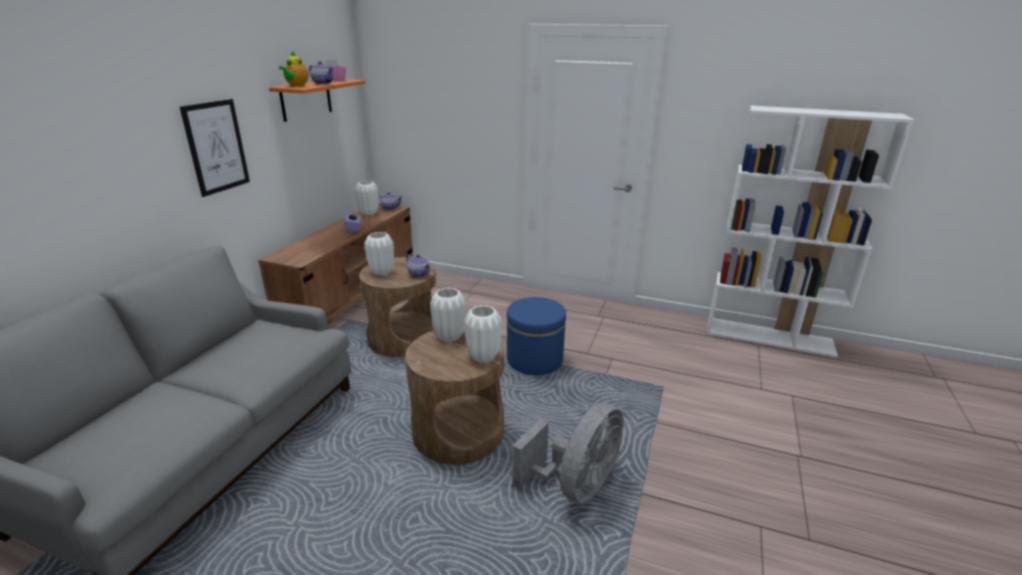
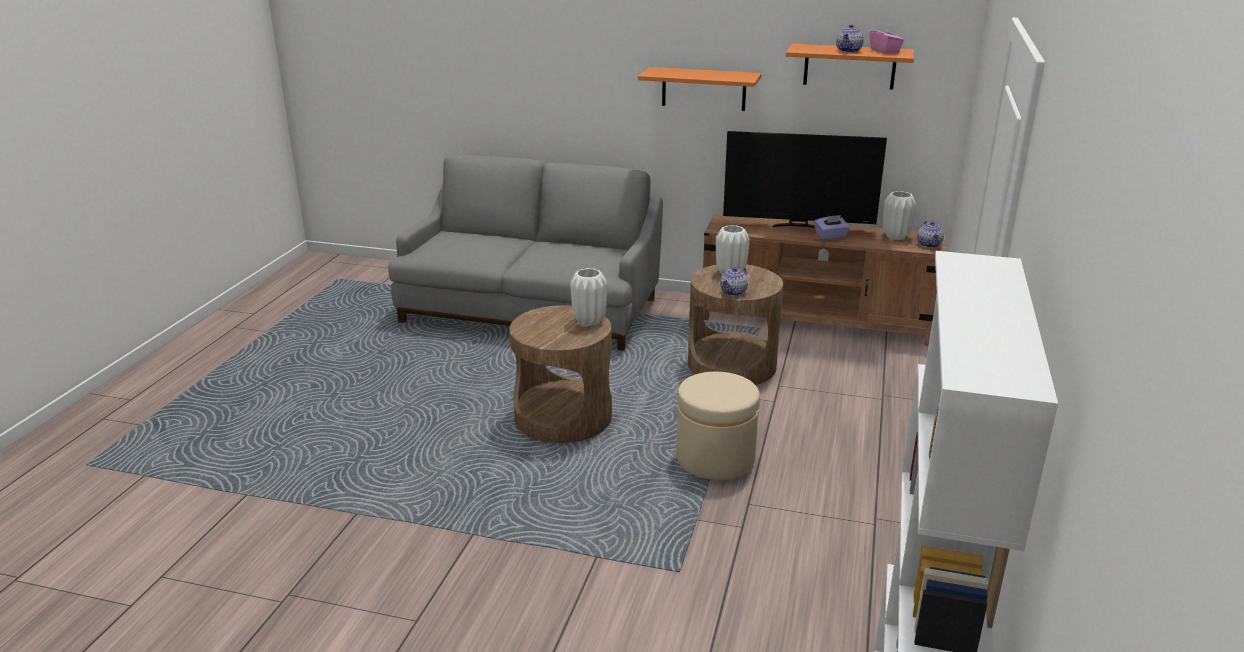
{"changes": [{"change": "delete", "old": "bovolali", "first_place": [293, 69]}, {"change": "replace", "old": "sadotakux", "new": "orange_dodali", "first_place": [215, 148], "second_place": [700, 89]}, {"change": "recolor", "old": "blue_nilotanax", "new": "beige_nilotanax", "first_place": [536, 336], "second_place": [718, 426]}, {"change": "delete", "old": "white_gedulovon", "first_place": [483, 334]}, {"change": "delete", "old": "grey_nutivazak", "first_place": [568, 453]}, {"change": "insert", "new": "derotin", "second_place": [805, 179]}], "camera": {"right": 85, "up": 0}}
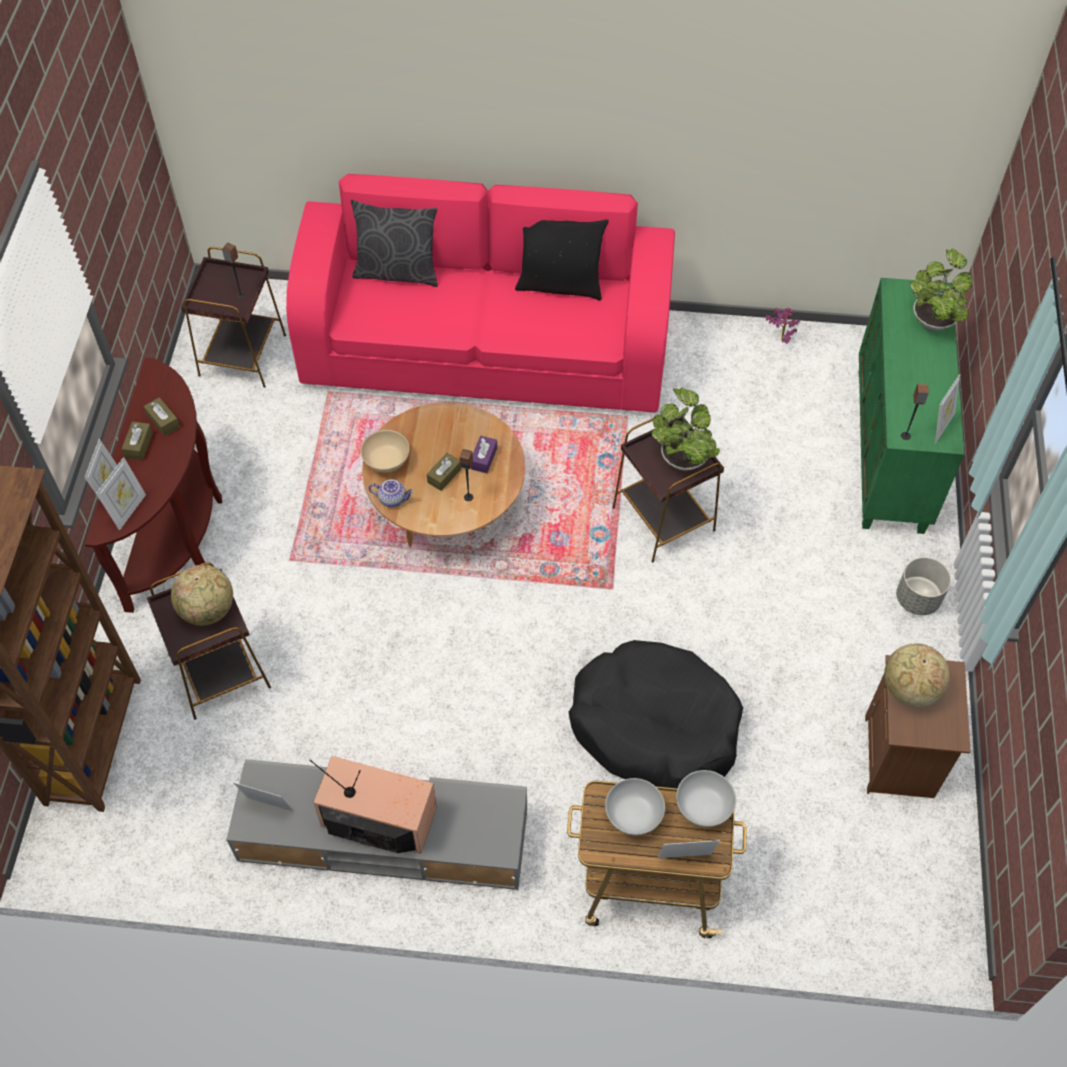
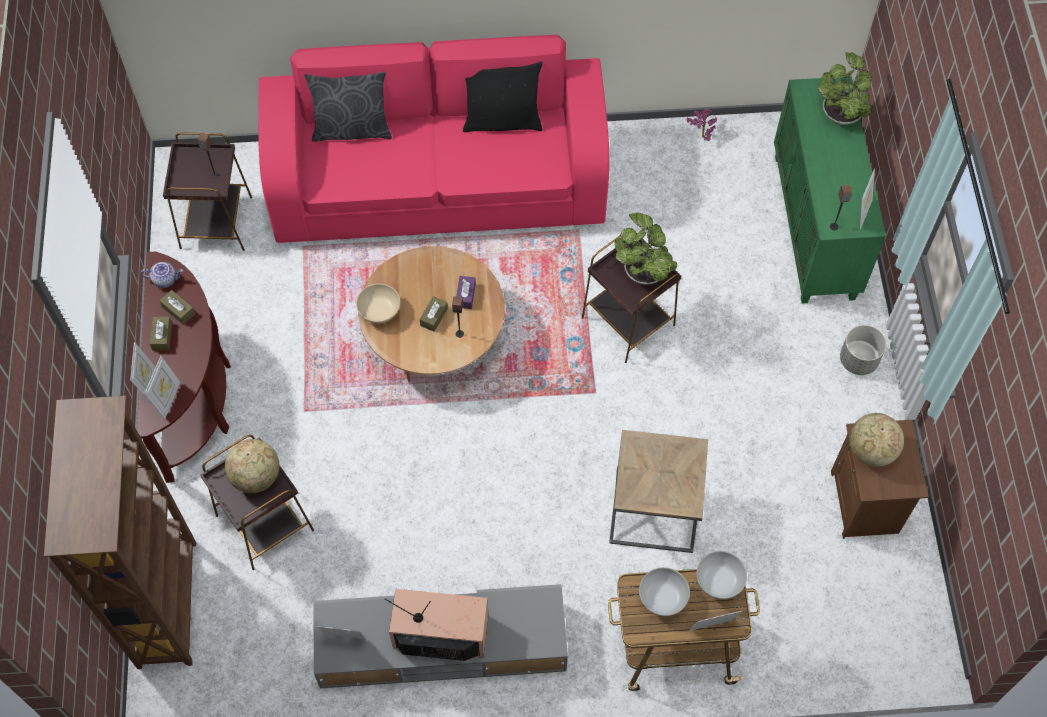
{"changes": [{"change": "move", "old": "bovolali", "first_place": [391, 493], "second_place": [162, 275]}, {"change": "replace", "old": "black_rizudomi", "new": "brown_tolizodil", "first_place": [656, 714], "second_place": [658, 491]}], "camera": {"right": -10, "up": 5}}
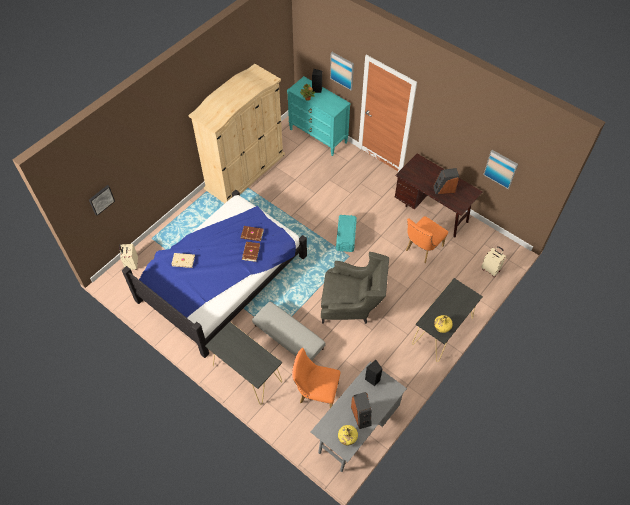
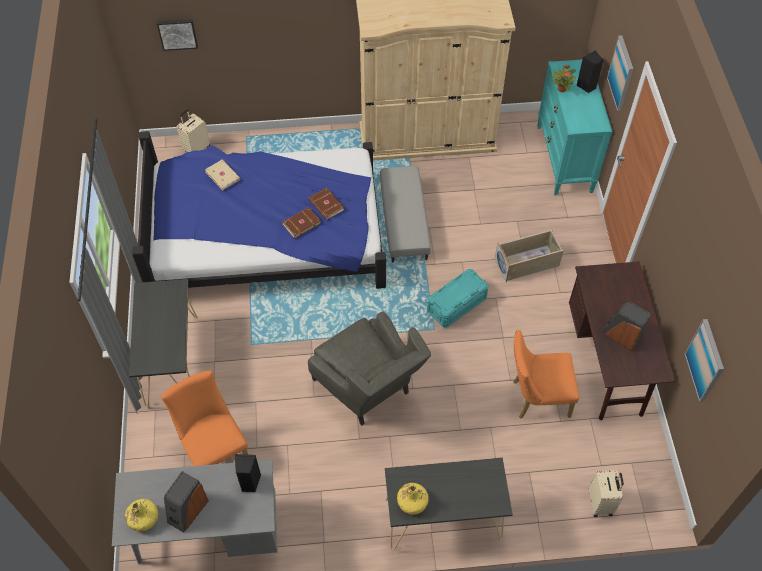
{"changes": [{"change": "move", "old": "grey_nilotanax", "first_place": [289, 331], "second_place": [405, 214]}, {"change": "insert", "new": "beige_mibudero", "second_place": [529, 256]}], "camera": {"right": 45, "up": 0}}
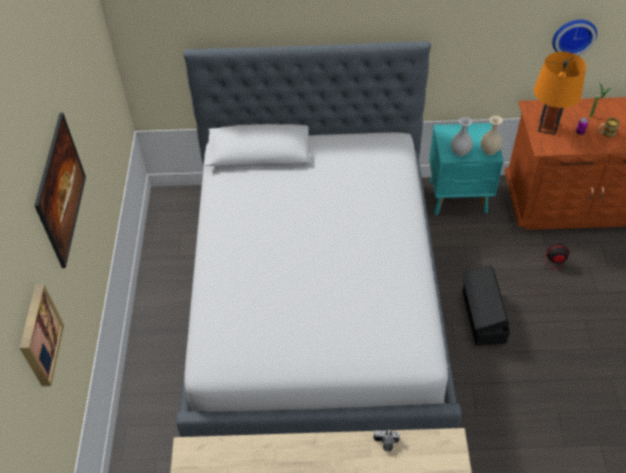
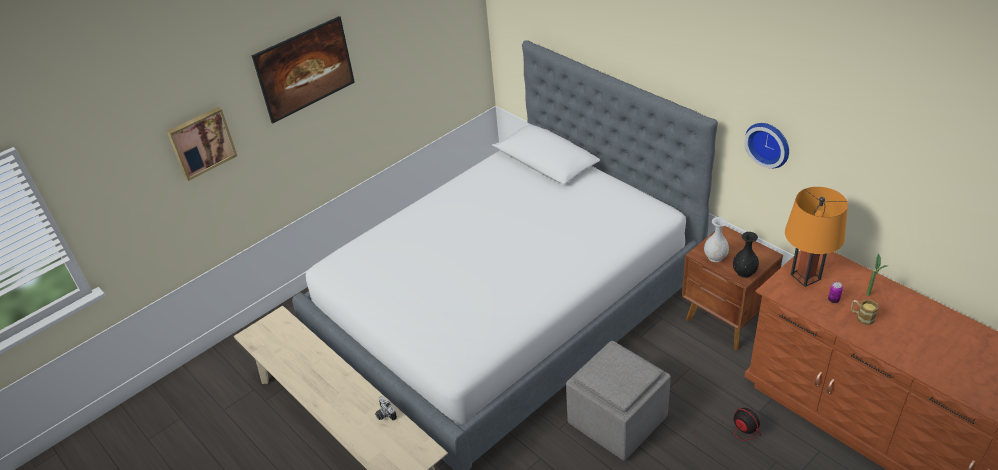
{"changes": [{"change": "move", "old": "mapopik", "first_place": [574, 38], "second_place": [766, 145]}, {"change": "recolor", "old": "beige_gedulovon", "new": "black_gedulovon", "first_place": [492, 135], "second_place": [746, 255]}, {"change": "recolor", "old": "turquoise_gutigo", "new": "brown_gutigo", "first_place": [466, 169], "second_place": [732, 288]}, {"change": "replace", "old": "black_mibudero", "new": "grey_nilotanax", "first_place": [486, 305], "second_place": [618, 400]}], "camera": {"right": 50, "up": -10}}
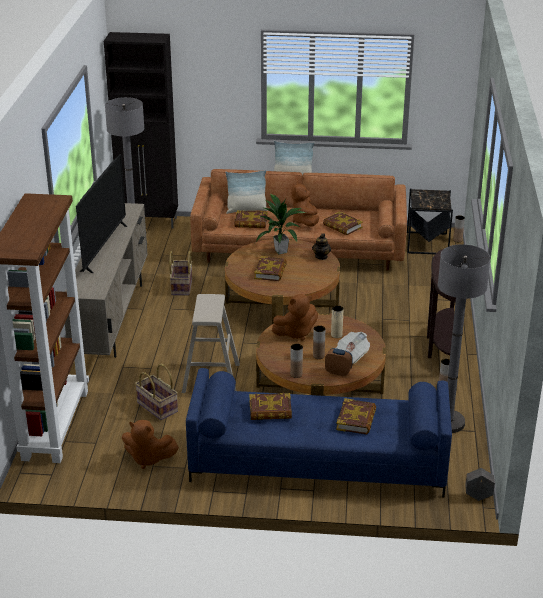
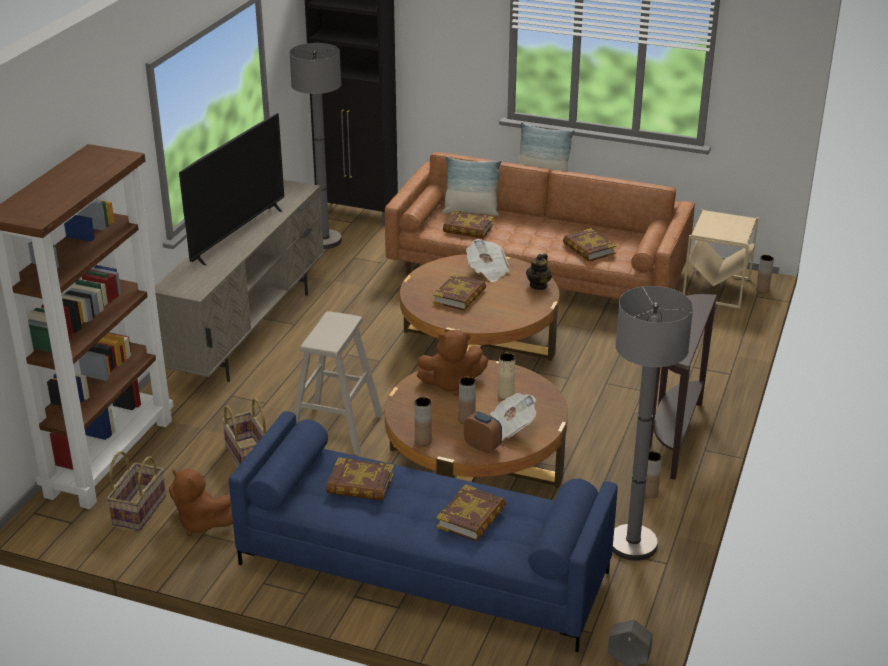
{"changes": [{"change": "delete", "old": "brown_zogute", "first_place": [305, 204]}, {"change": "recolor", "old": "black_tolizodil", "new": "beige_tolizodil", "first_place": [430, 221], "second_place": [721, 258]}, {"change": "replace", "old": "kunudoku", "new": "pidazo", "first_place": [280, 223], "second_place": [488, 260]}, {"change": "move", "old": "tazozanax", "first_place": [180, 273], "second_place": [136, 490]}], "camera": {"right": 15, "up": 0}}
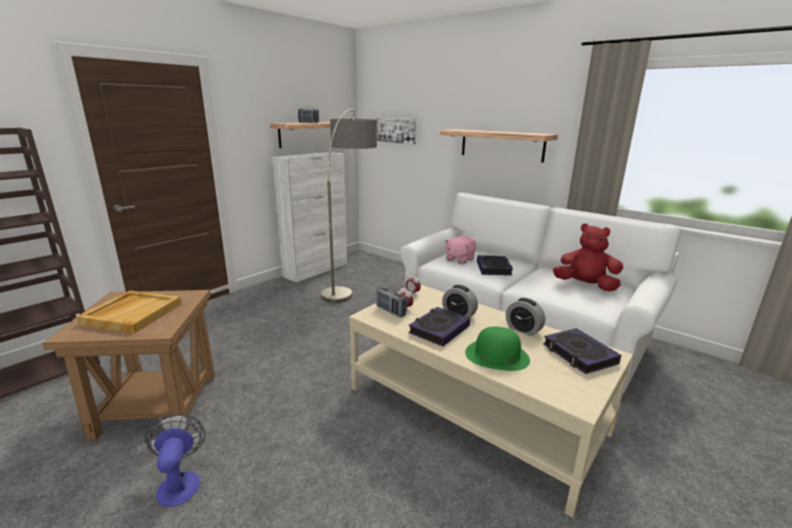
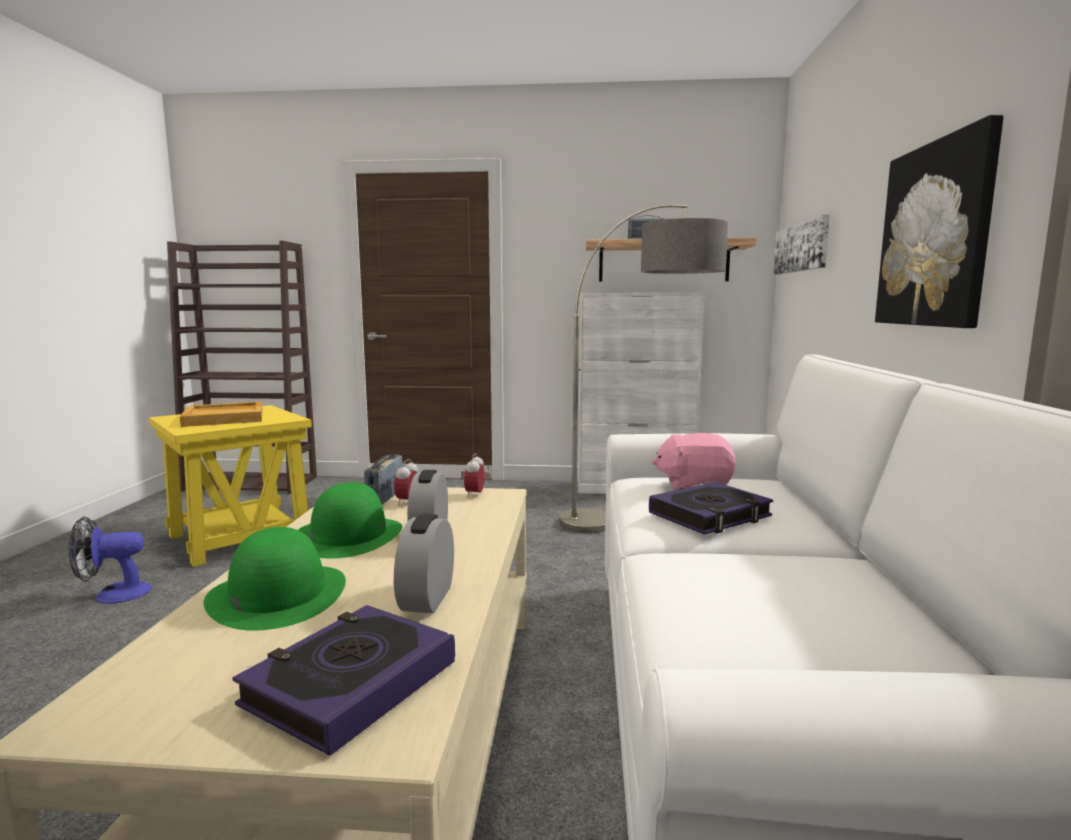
{"changes": [{"change": "replace", "old": "dodali", "new": "sadotakux", "first_place": [499, 146], "second_place": [939, 221]}, {"change": "delete", "old": "red_zogute", "first_place": [588, 257]}, {"change": "recolor", "old": "brown_tolizodil", "new": "yellow_tolizodil", "first_place": [129, 365], "second_place": [230, 486]}, {"change": "replace", "old": "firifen", "new": "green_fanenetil", "first_place": [439, 326], "second_place": [350, 520]}, {"change": "rotate", "old": "nutivazak", "first_place": [175, 460], "second_place": [110, 560], "degrees": -150}], "camera": {"right": 55, "up": -10}}
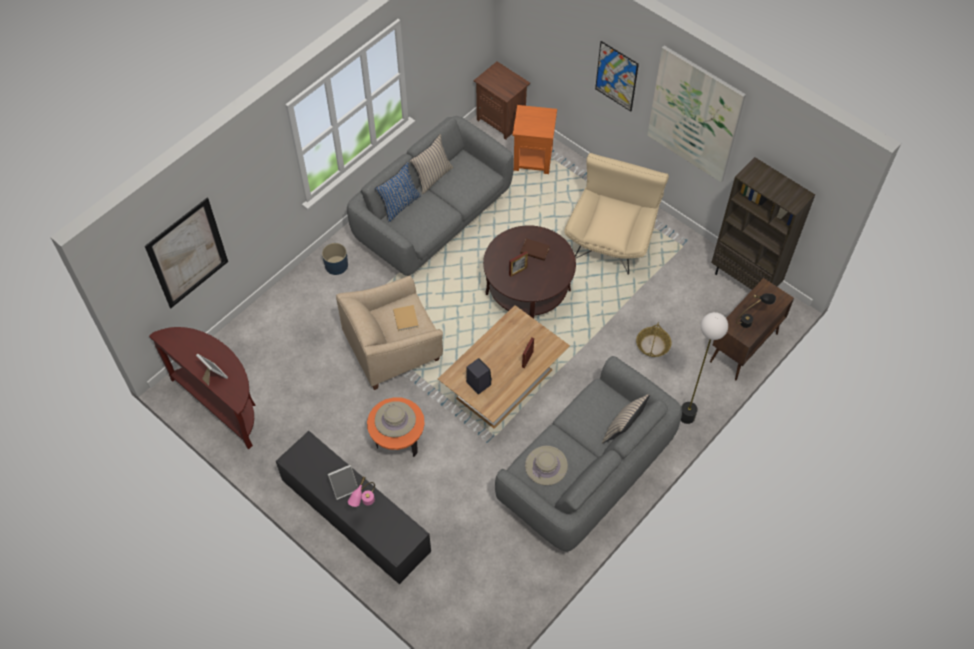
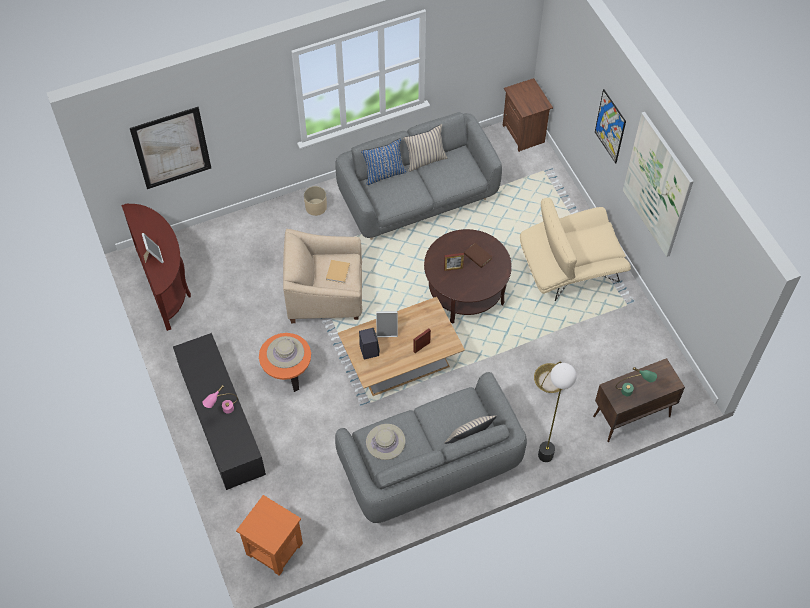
{"changes": [{"change": "move", "old": "orange_tolizodil", "first_place": [535, 139], "second_place": [269, 535]}, {"change": "rotate", "old": "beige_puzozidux", "first_place": [616, 214], "second_place": [575, 249], "degrees": -150}, {"change": "delete", "old": "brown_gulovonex", "first_place": [763, 223]}, {"change": "recolor", "old": "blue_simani", "new": "beige_simani", "first_place": [335, 259], "second_place": [315, 201]}, {"change": "recolor", "old": "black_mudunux", "new": "green_mudunux", "first_place": [756, 311], "second_place": [636, 381]}, {"change": "move", "old": "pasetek", "first_place": [343, 482], "second_place": [387, 324]}], "camera": {"right": 25, "up": 0}}
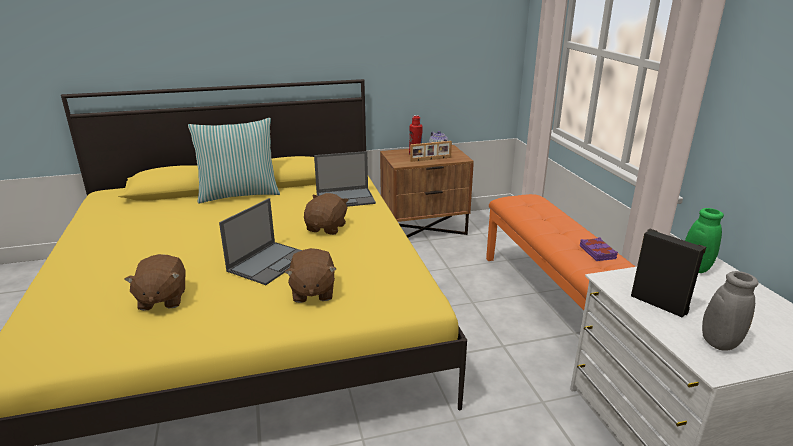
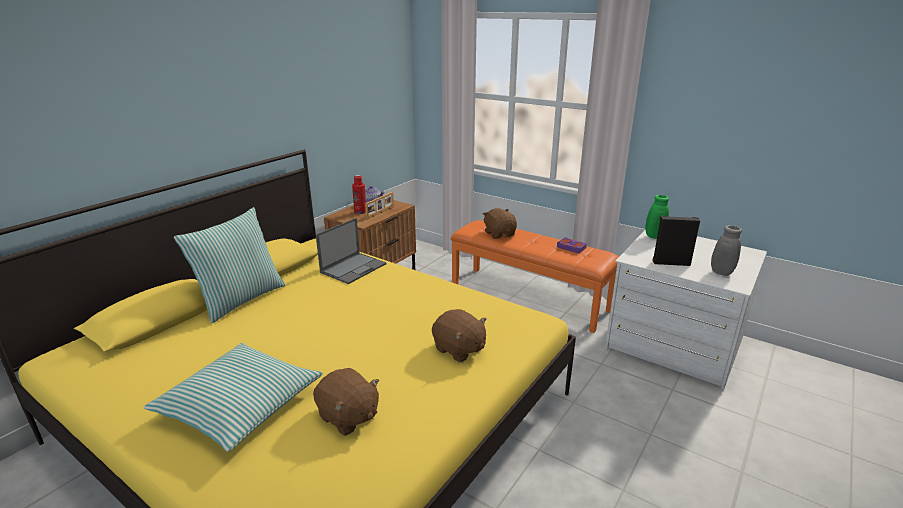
{"changes": [{"change": "move", "old": "brown_zogute", "first_place": [326, 214], "second_place": [500, 223]}, {"change": "delete", "old": "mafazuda", "first_place": [260, 241]}, {"change": "insert", "new": "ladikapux", "second_place": [233, 397]}], "camera": {"right": -40, "up": 0}}
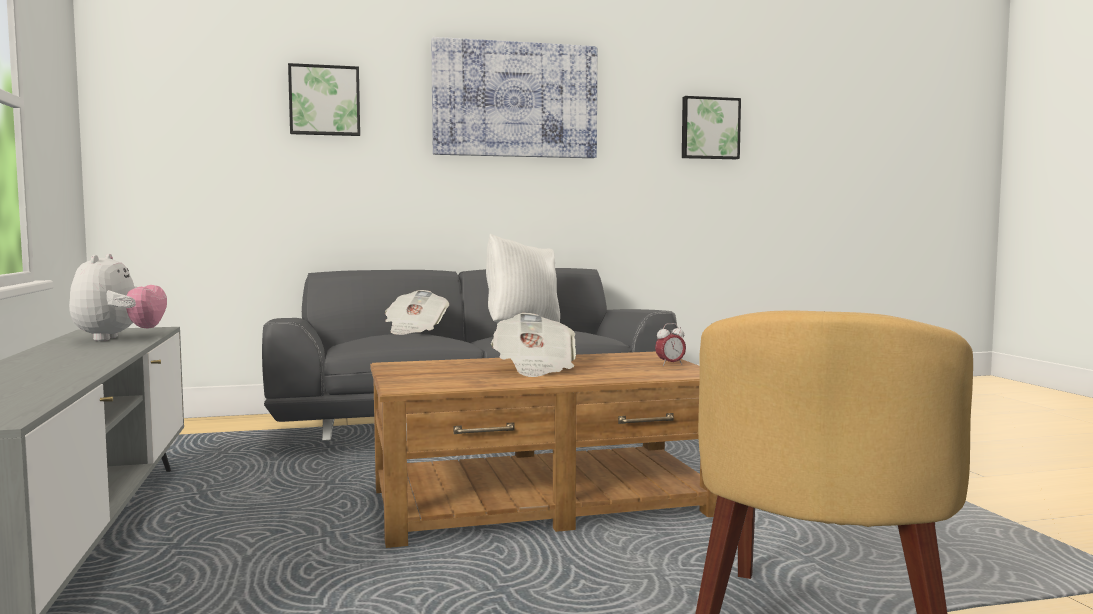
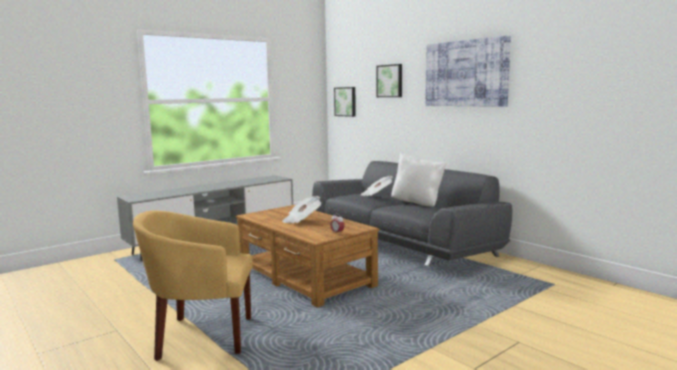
{"changes": [{"change": "move", "old": "sadotakux", "first_place": [711, 127], "second_place": [345, 102]}, {"change": "delete", "old": "zogute", "first_place": [118, 297]}], "camera": {"right": 65, "up": 5}}
